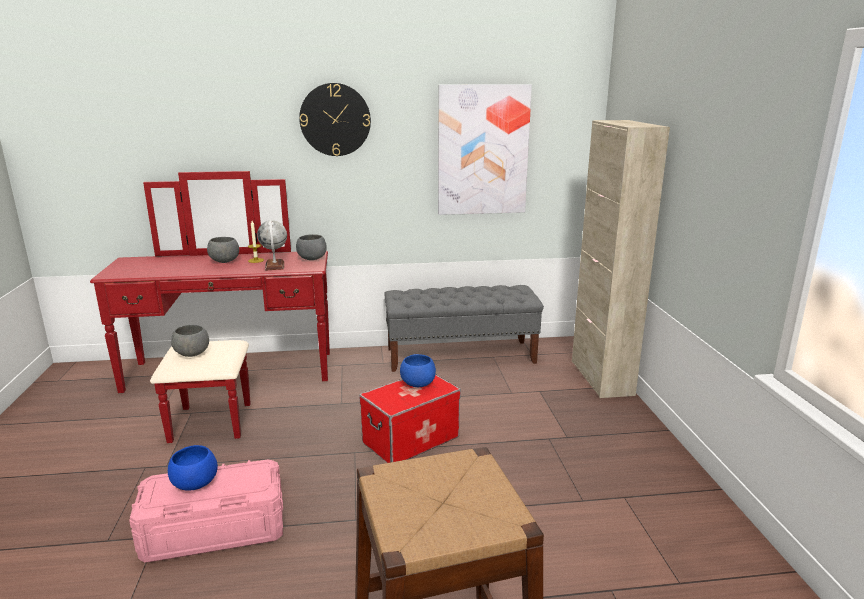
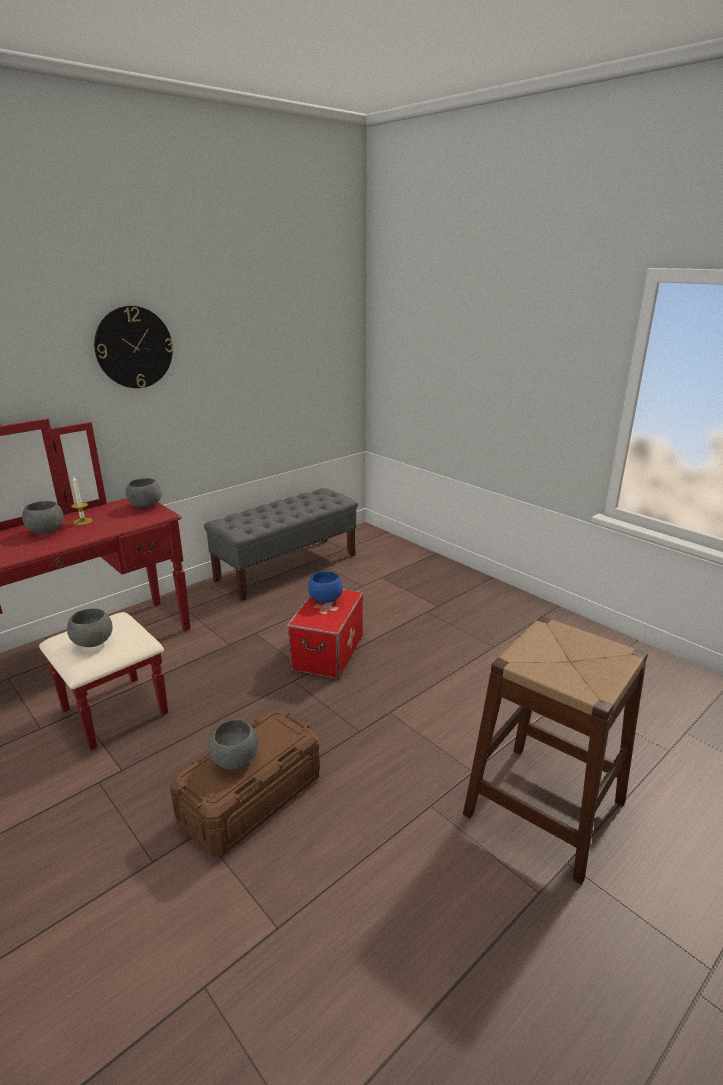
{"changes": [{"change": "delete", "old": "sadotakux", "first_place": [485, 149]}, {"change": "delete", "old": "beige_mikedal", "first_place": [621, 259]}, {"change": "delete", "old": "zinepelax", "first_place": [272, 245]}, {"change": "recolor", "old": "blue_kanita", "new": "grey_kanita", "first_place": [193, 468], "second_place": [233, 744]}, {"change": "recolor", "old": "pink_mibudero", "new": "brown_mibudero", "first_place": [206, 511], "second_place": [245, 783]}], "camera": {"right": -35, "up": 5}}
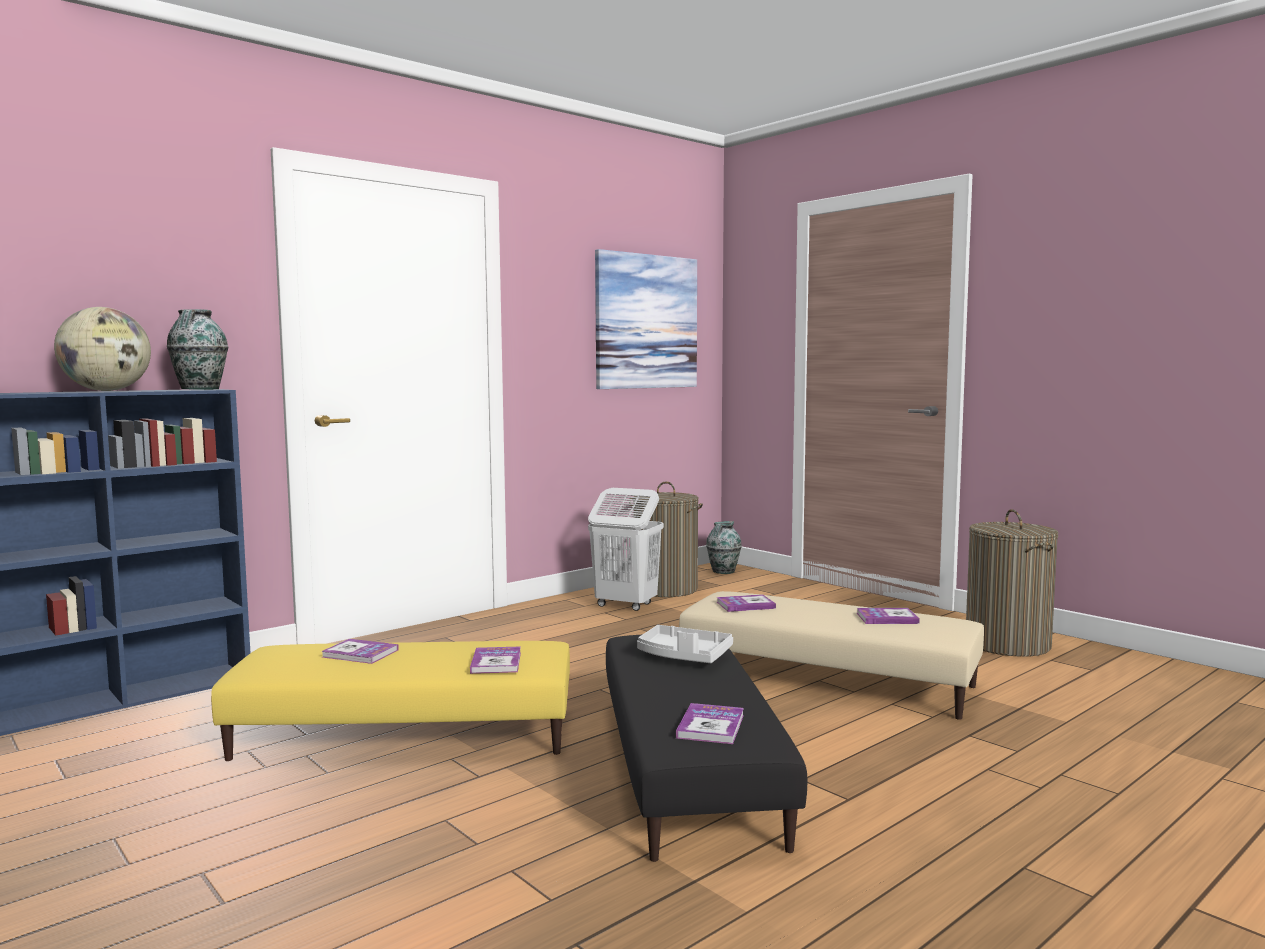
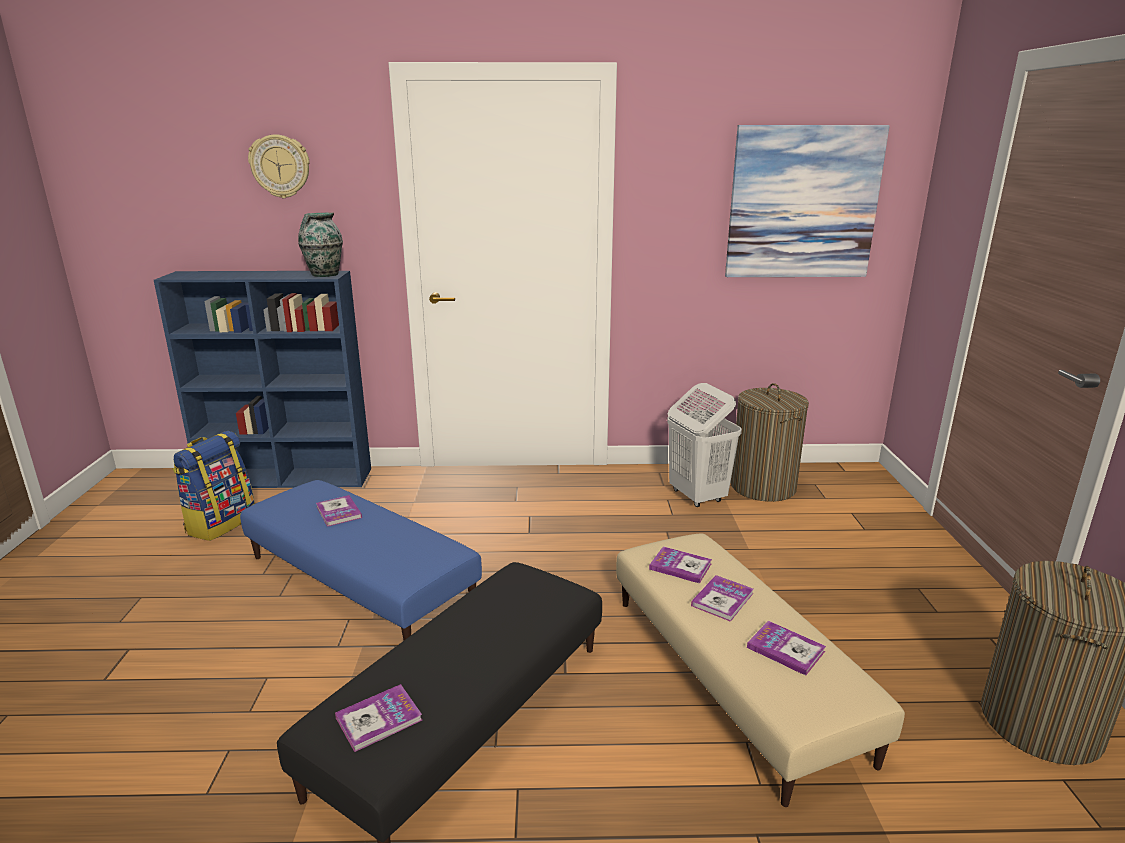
{"changes": [{"change": "delete", "old": "zinepelax", "first_place": [102, 349]}, {"change": "delete", "old": "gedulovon", "first_place": [724, 547]}, {"change": "delete", "old": "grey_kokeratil", "first_place": [685, 644]}, {"change": "recolor", "old": "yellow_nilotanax", "new": "blue_nilotanax", "first_place": [390, 701], "second_place": [361, 560]}, {"change": "move", "old": "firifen", "first_place": [495, 660], "second_place": [722, 598]}, {"change": "insert", "new": "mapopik", "second_place": [279, 166]}, {"change": "insert", "new": "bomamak", "second_place": [213, 486]}], "camera": {"right": 40, "up": 15}}
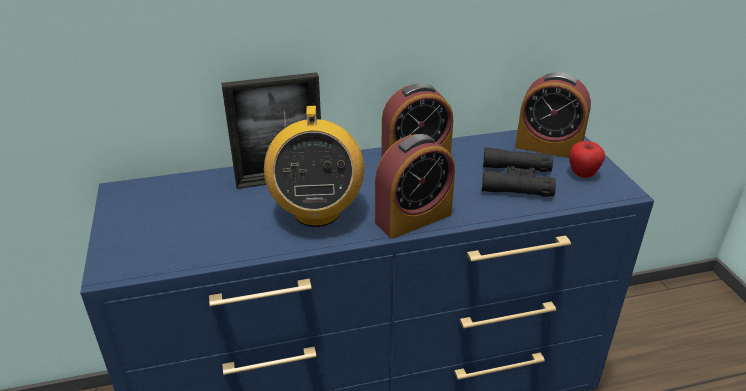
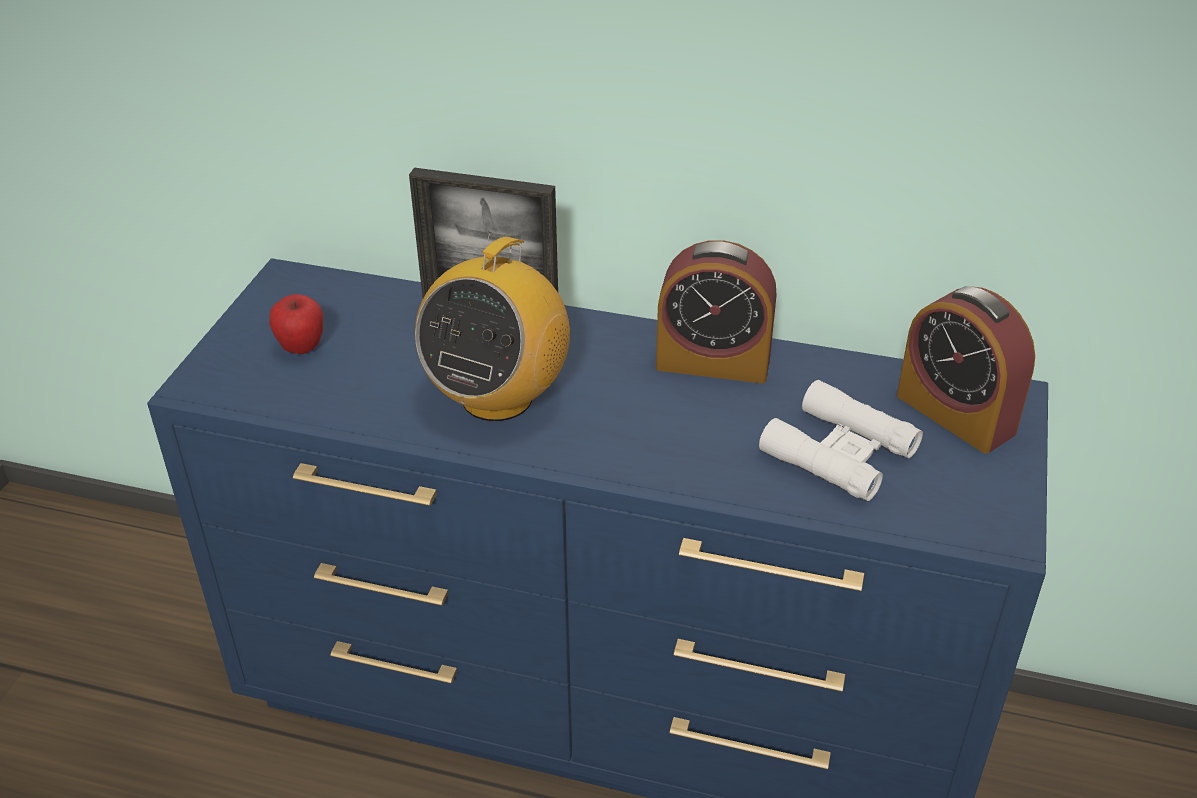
{"changes": [{"change": "delete", "old": "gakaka", "first_place": [415, 186]}, {"change": "move", "old": "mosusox", "first_place": [587, 159], "second_place": [296, 324]}, {"change": "recolor", "old": "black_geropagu", "new": "white_geropagu", "first_place": [519, 172], "second_place": [841, 440]}], "camera": {"right": 30, "up": 5}}
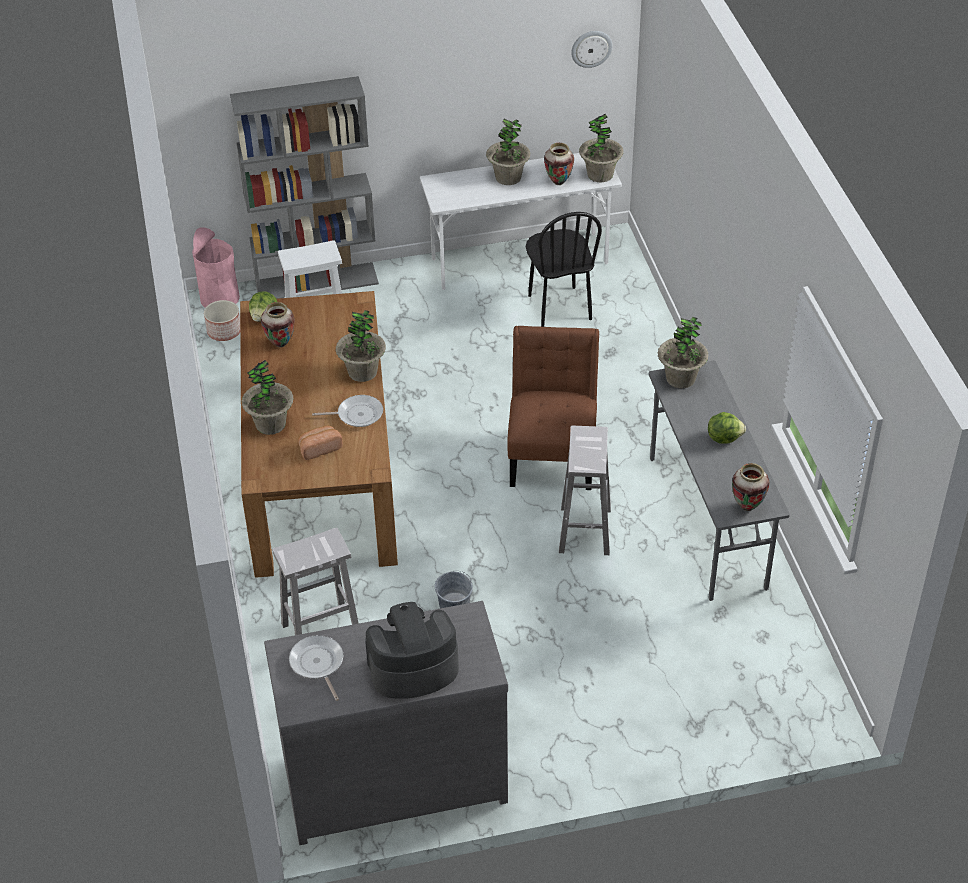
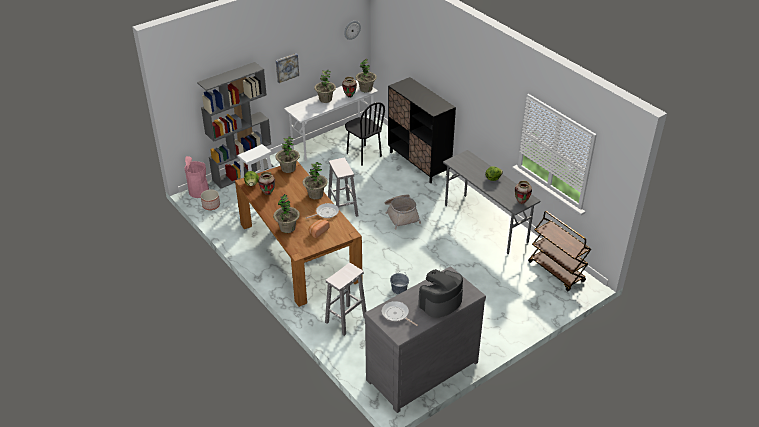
{"changes": [{"change": "move", "old": "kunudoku", "first_place": [683, 352], "second_place": [287, 155]}, {"change": "replace", "old": "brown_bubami", "new": "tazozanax", "first_place": [553, 408], "second_place": [403, 212]}, {"change": "move", "old": "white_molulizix", "first_place": [585, 490], "second_place": [343, 187]}, {"change": "insert", "new": "sadotakux", "second_place": [287, 68]}, {"change": "insert", "new": "black_mikedal", "second_place": [422, 130]}, {"change": "insert", "new": "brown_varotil", "second_place": [559, 251]}], "camera": {"right": -25, "up": -5}}
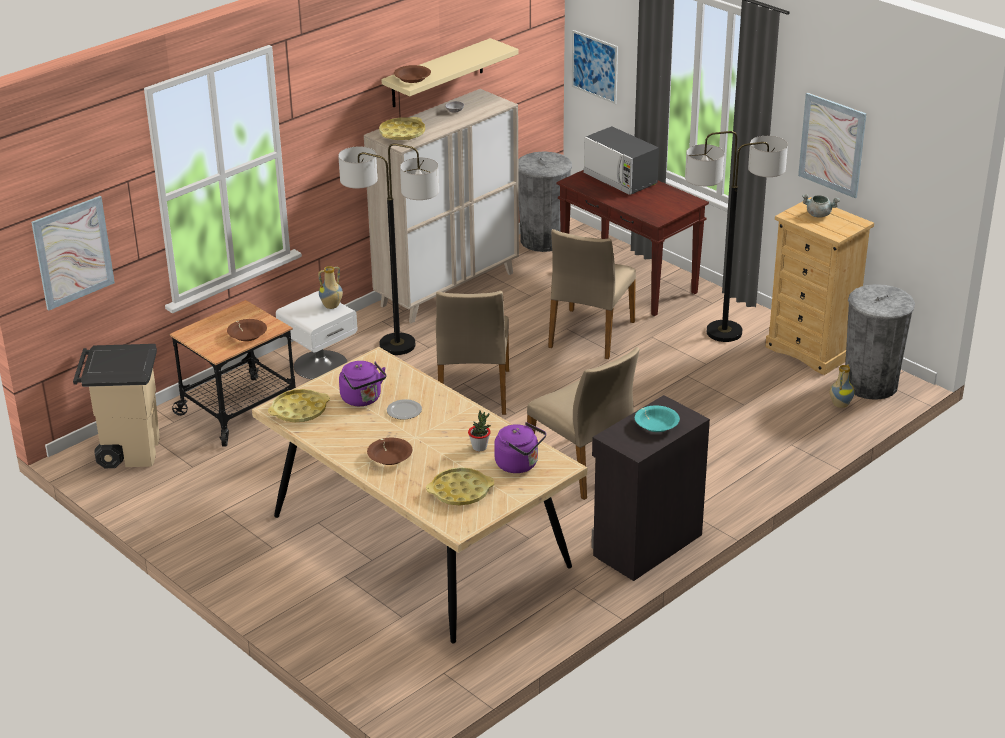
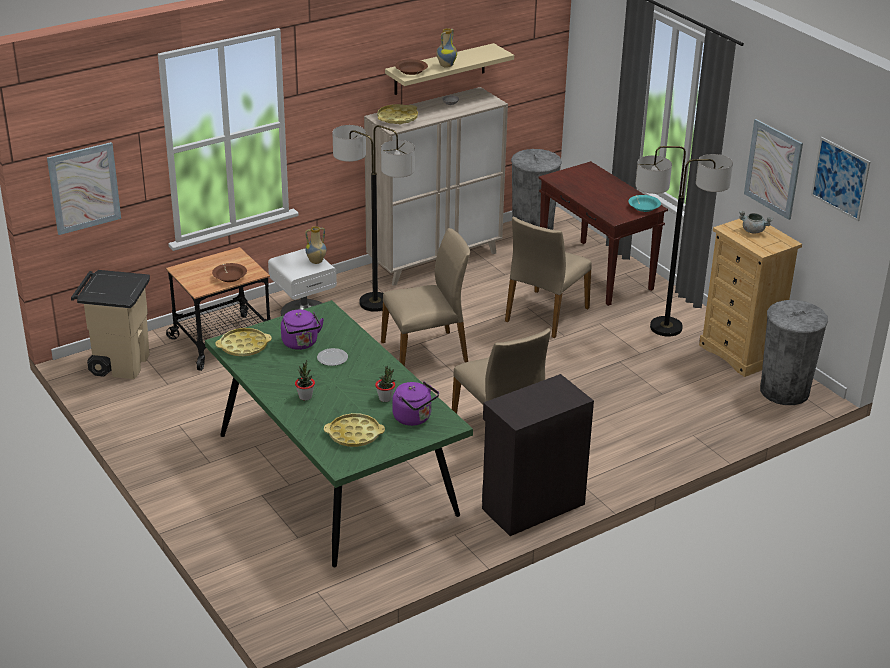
{"changes": [{"change": "move", "old": "sadotakux", "first_place": [595, 67], "second_place": [840, 179]}, {"change": "delete", "old": "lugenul", "first_place": [621, 160]}, {"change": "rotate", "old": "beige_bubami", "first_place": [472, 353], "second_place": [425, 297], "degrees": -120}, {"change": "recolor", "old": "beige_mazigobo", "new": "green_mazigobo", "first_place": [419, 495], "second_place": [339, 433]}, {"change": "move", "old": "gedulovon", "first_place": [842, 386], "second_place": [446, 48]}, {"change": "move", "old": "turquoise_kanita", "first_place": [657, 418], "second_place": [644, 203]}, {"change": "replace", "old": "brown_kanita", "new": "kunudoku", "first_place": [389, 451], "second_place": [305, 380]}], "camera": {"right": 10, "up": 0}}
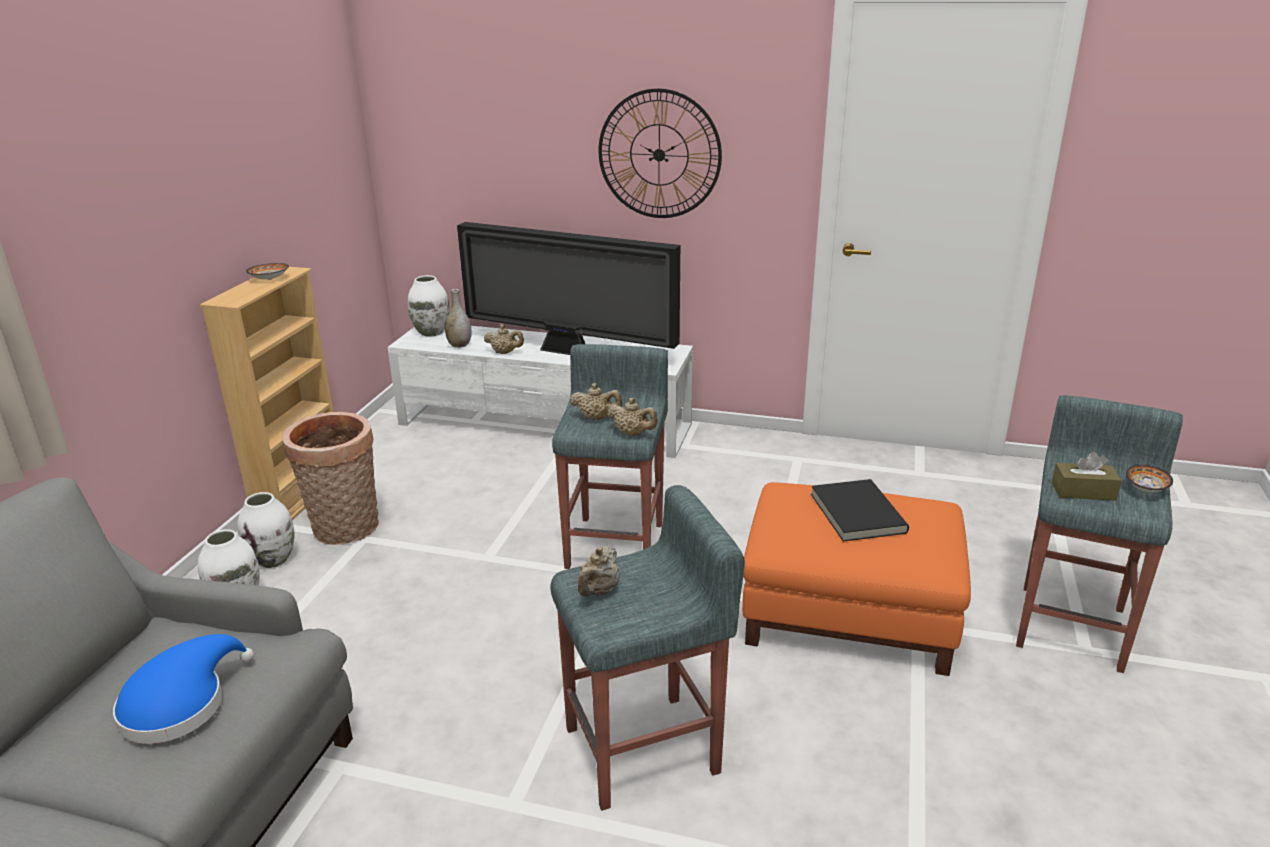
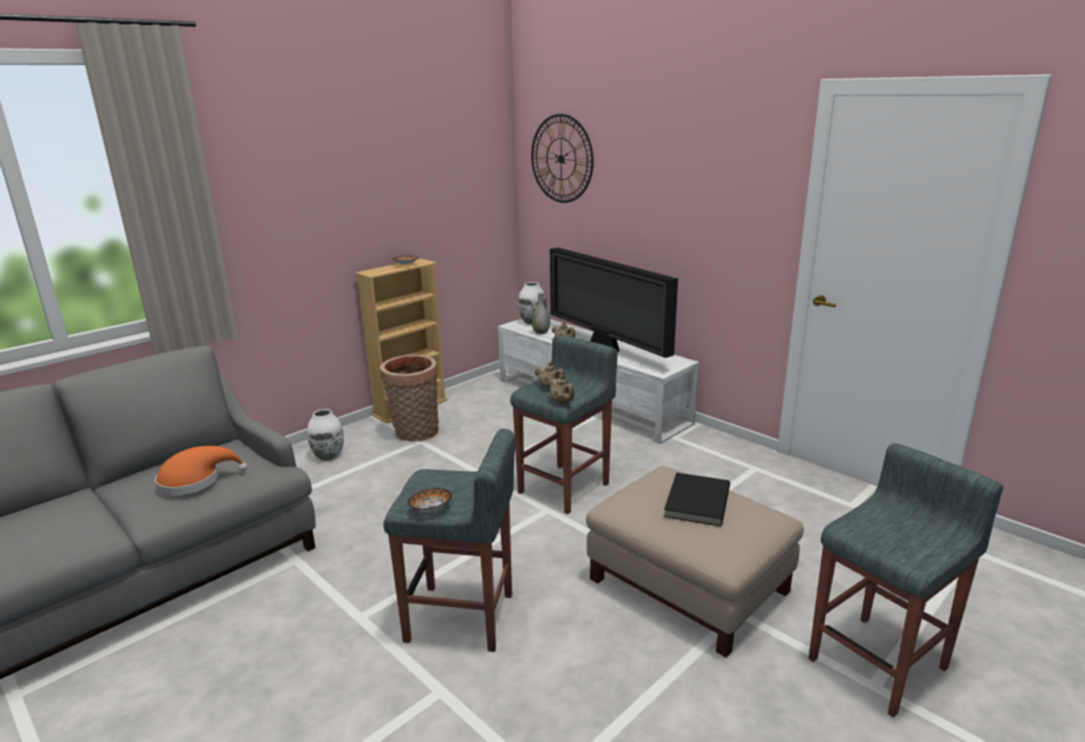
{"changes": [{"change": "move", "old": "mapopik", "first_place": [660, 153], "second_place": [562, 158]}, {"change": "delete", "old": "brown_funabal", "first_place": [1087, 476]}, {"change": "move", "old": "kanita", "first_place": [1149, 479], "second_place": [430, 500]}, {"change": "recolor", "old": "orange_nilotanax", "new": "beige_nilotanax", "first_place": [856, 579], "second_place": [695, 561]}, {"change": "delete", "old": "white_gedulovon", "first_place": [265, 530]}, {"change": "delete", "old": "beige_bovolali", "first_place": [598, 571]}, {"change": "recolor", "old": "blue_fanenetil", "new": "orange_fanenetil", "first_place": [183, 689], "second_place": [201, 471]}], "camera": {"right": 30, "up": -5}}
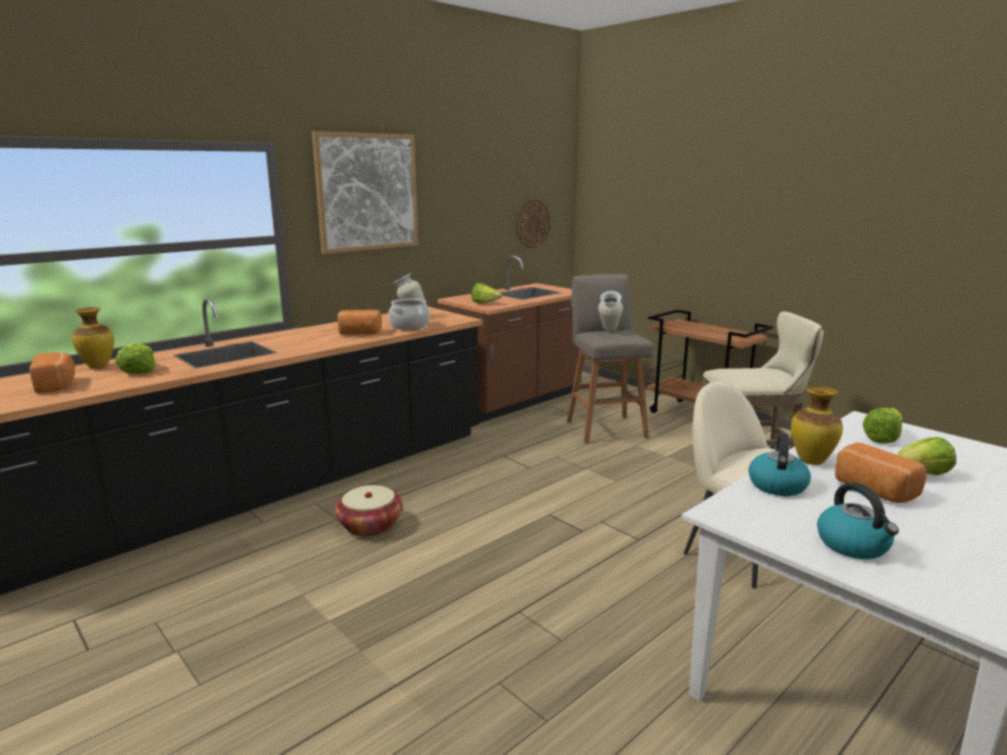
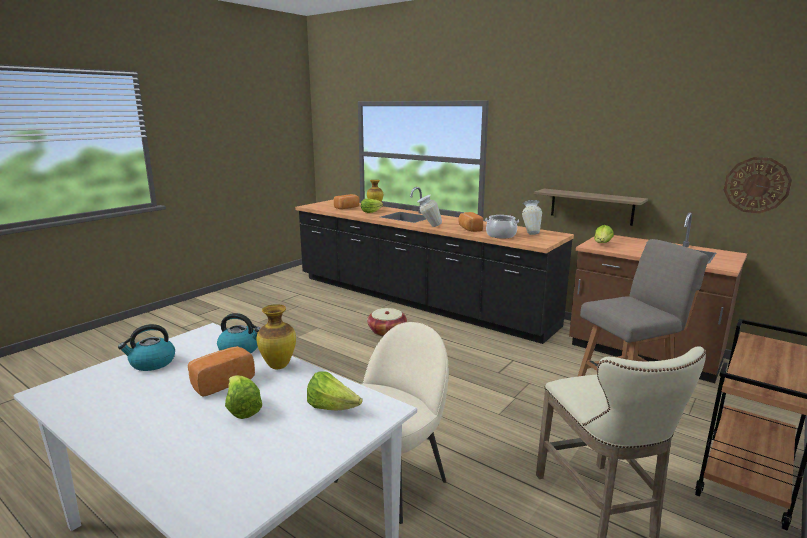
{"changes": [{"change": "delete", "old": "sadotakux", "first_place": [365, 192]}, {"change": "move", "old": "gedulovon", "first_place": [610, 311], "second_place": [429, 211]}, {"change": "insert", "new": "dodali", "second_place": [591, 207]}], "camera": {"right": 80, "up": 0}}
